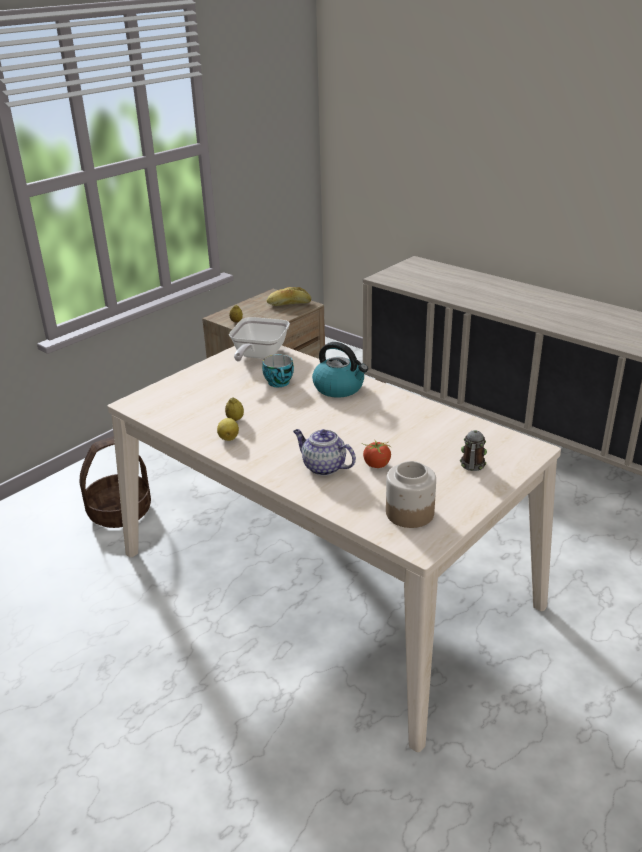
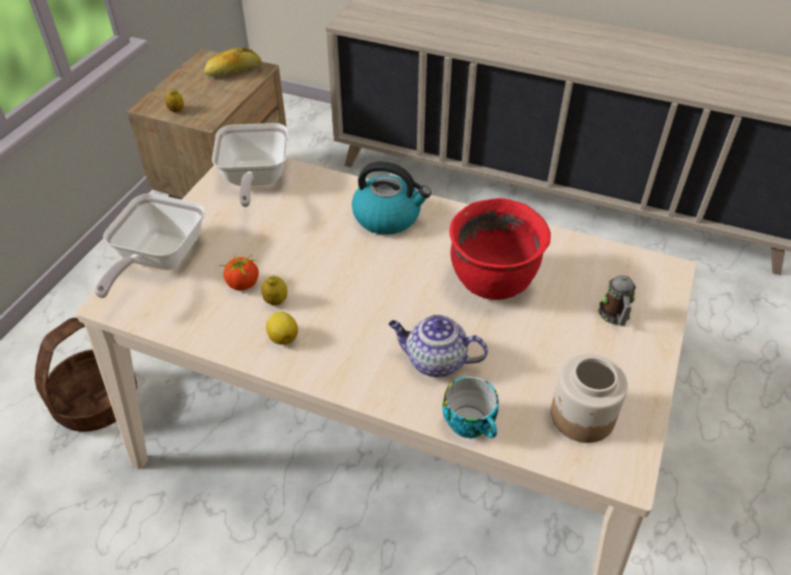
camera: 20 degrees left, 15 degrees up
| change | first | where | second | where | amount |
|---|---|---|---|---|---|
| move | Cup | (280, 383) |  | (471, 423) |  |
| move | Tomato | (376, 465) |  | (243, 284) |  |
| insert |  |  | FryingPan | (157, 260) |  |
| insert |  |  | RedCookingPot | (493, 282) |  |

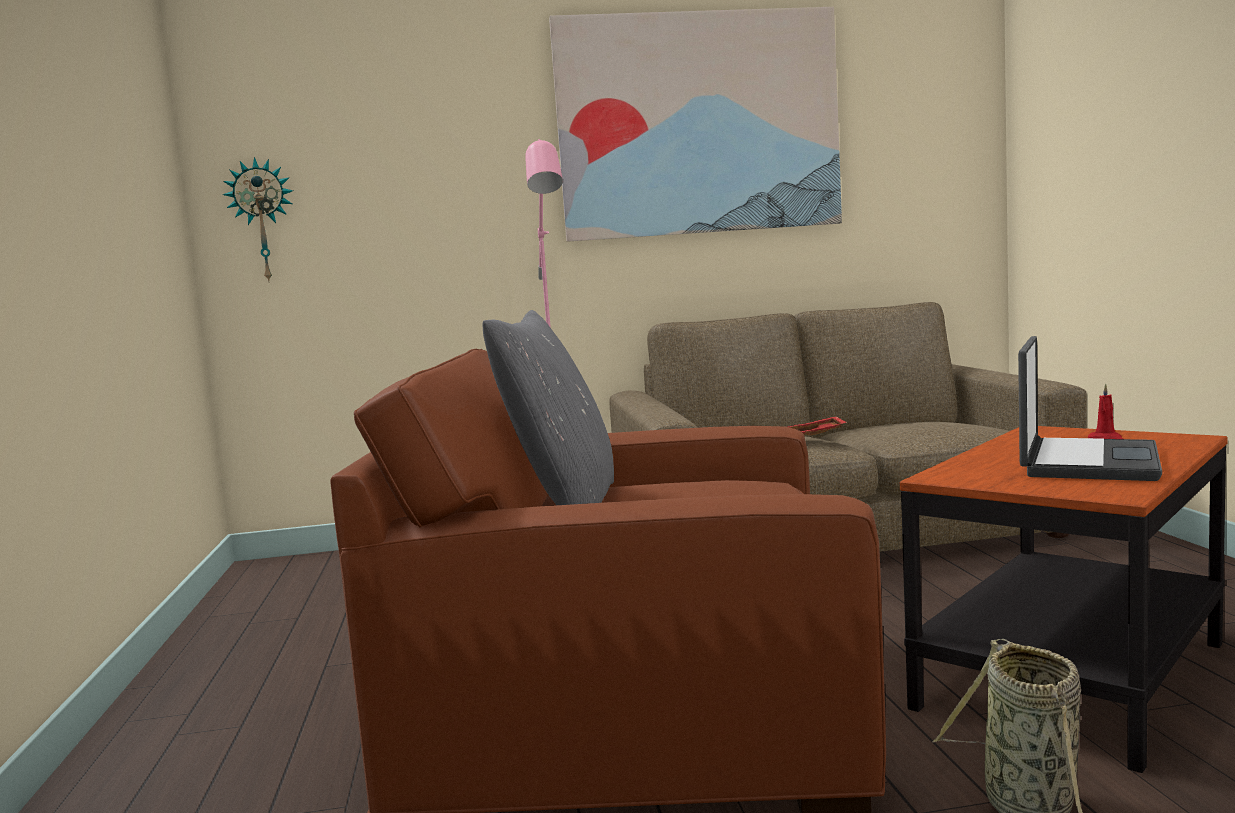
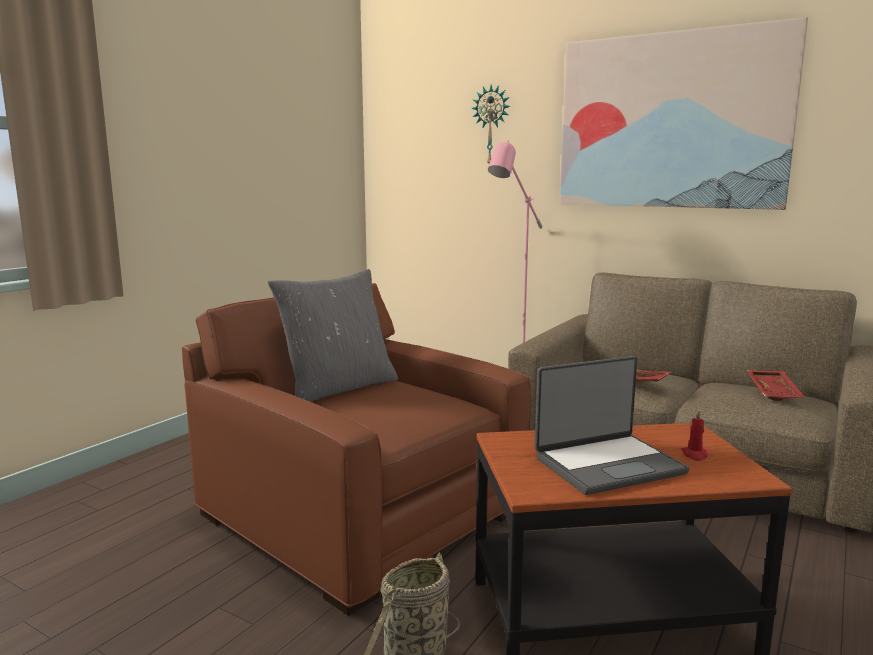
camera: 40 degrees right, 5 degrees up
| change | first | where | second | where | amount |
|---|---|---|---|---|---|
| move | WallClock | (262, 220) |  | (491, 126) |  |
| insert |  |  | RedTray | (774, 392) |  |

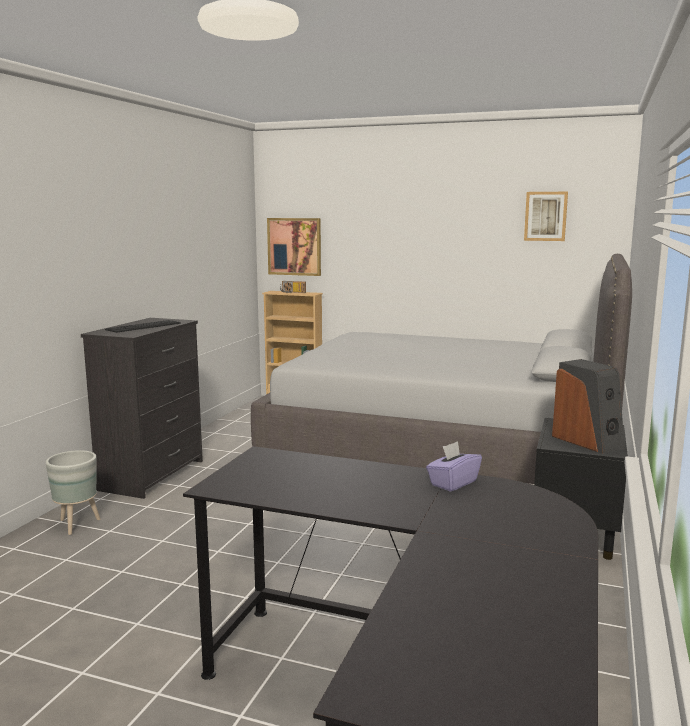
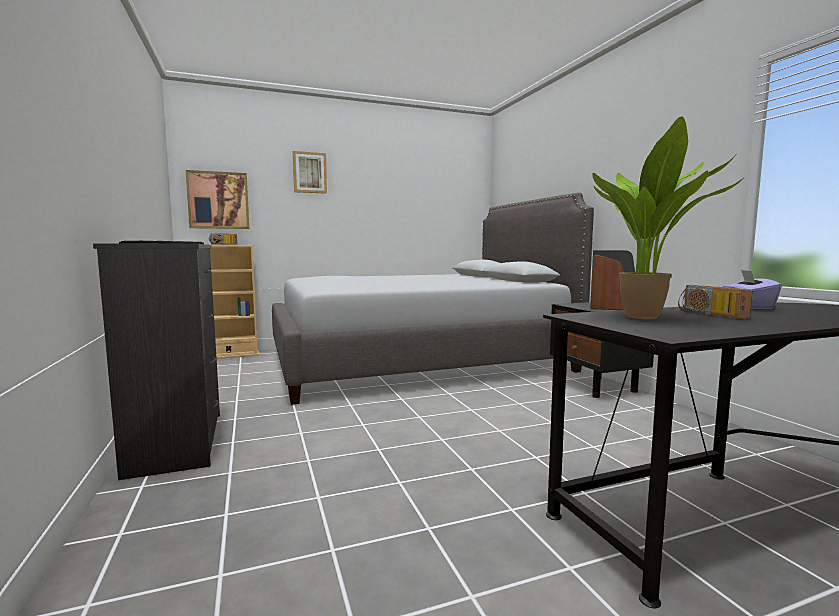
camera: 40 degrees left, 5 degrees down
| change | first | where | second | where | amount |
|---|---|---|---|---|---|
| move | Picture | (545, 216) |  | (309, 172) |  |
| delete | GreyPlanter | (77, 524) |  |  |  |
| insert |  |  | PottedPlant | (648, 318) |  |
| insert |  |  | Radio | (708, 314) |  |

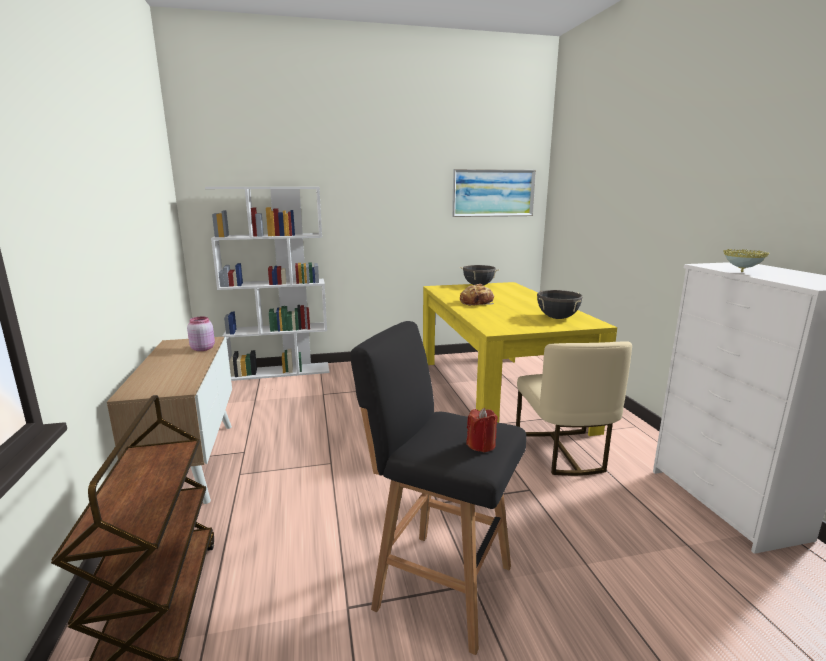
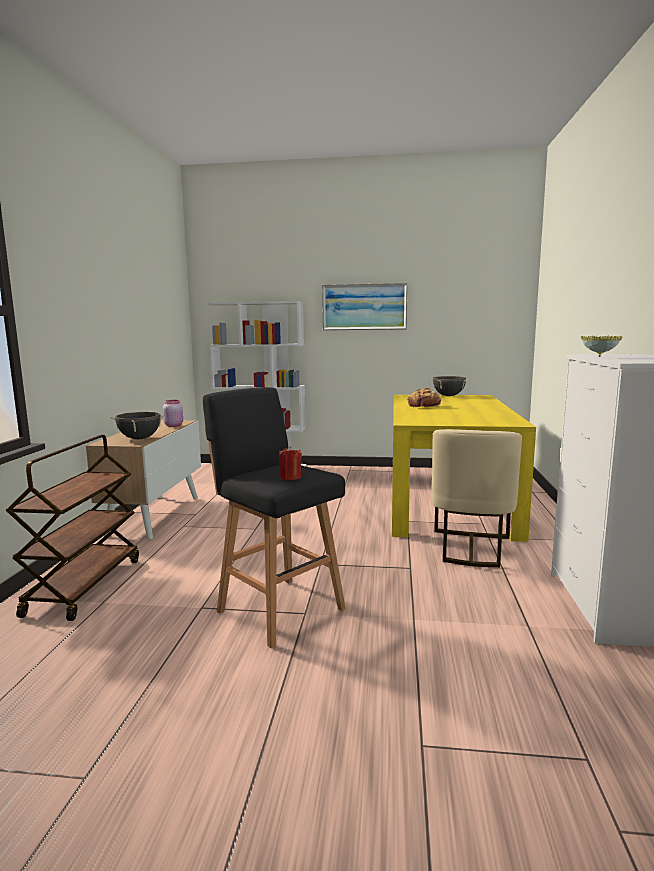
camera: 20 degrees right, 5 degrees down
| change | first | where | second | where | amount |
|---|---|---|---|---|---|
| move | Picture | (493, 193) |  | (364, 307) |  |
| move | BlackCookingPot | (557, 318) |  | (139, 439) |  |

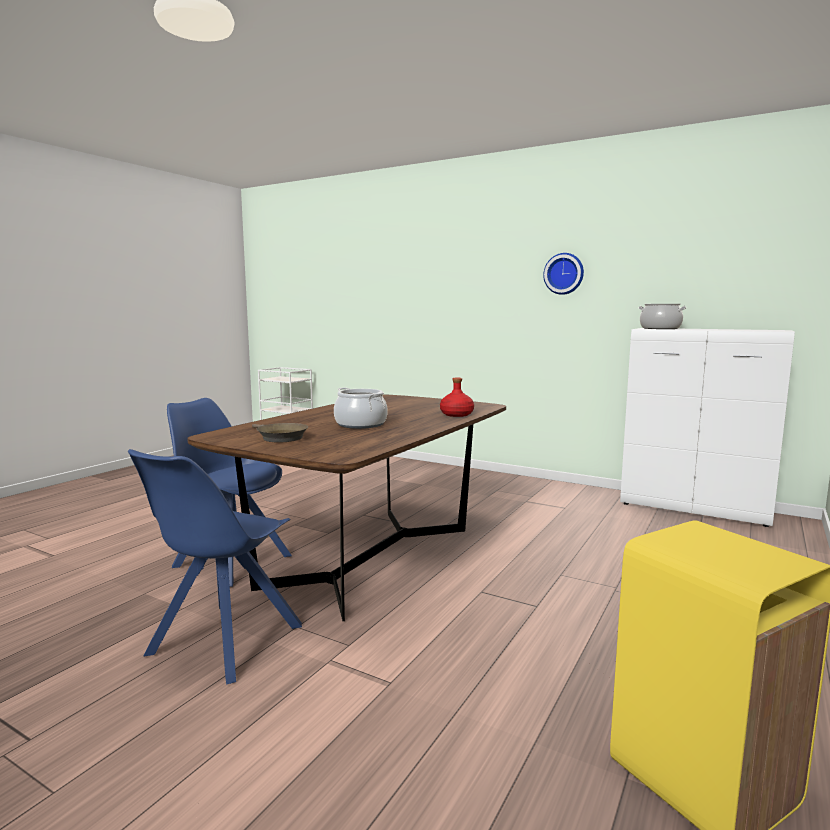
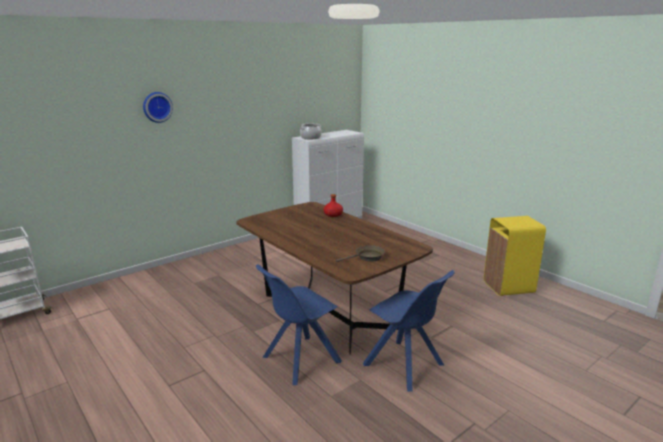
camera: 70 degrees left, 10 degrees up
| change | first | where | second | where | amount |
|---|---|---|---|---|---|
| move | WallClock | (564, 274) |  | (157, 107) |  |
| delete | CookingPot | (360, 424) |  |  |  |

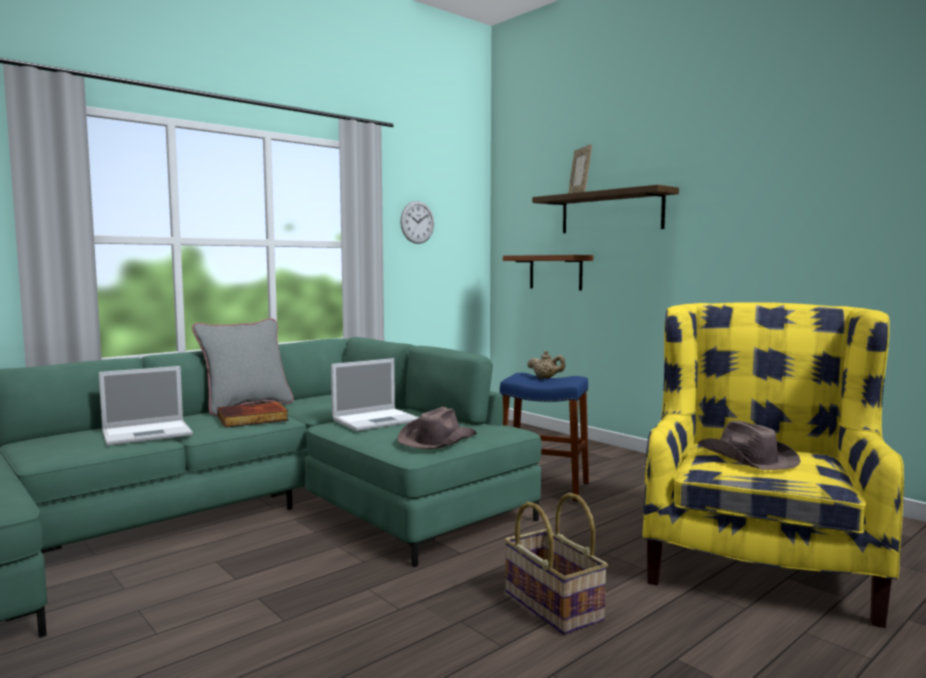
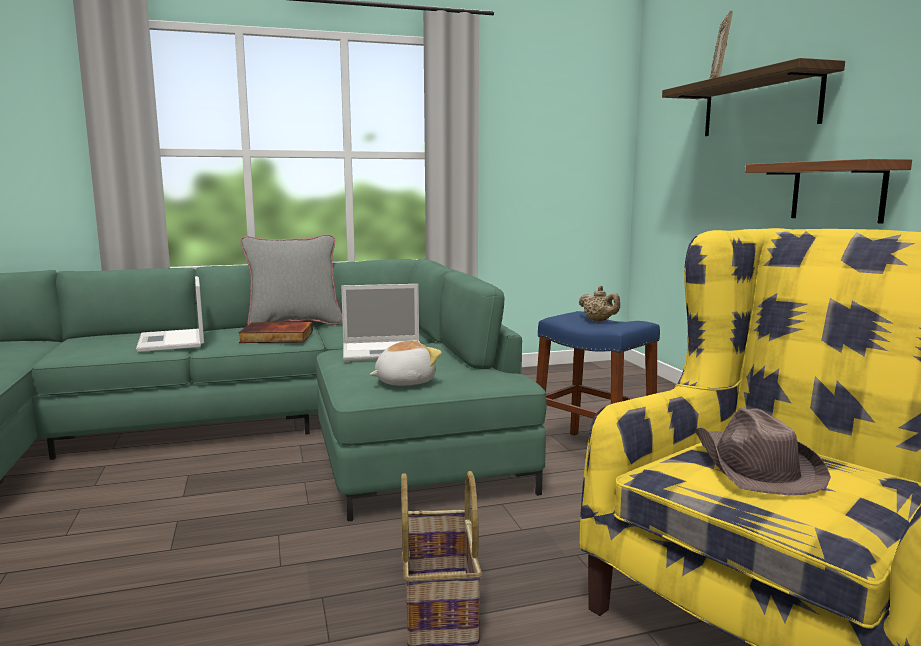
camera: 25 degrees right, 5 degrees up
| change | first | where | second | where | amount |
|---|---|---|---|---|---|
| delete | WallClock | (417, 222) |  |  |  |
| move | Shelf | (555, 272) |  | (837, 191) |  |
| rotate | Laptop | (149, 433) |  | (172, 341) | 75 degrees clockwise |
| replace | BrownHat | (437, 440) | PlushToy | (404, 381) |  |

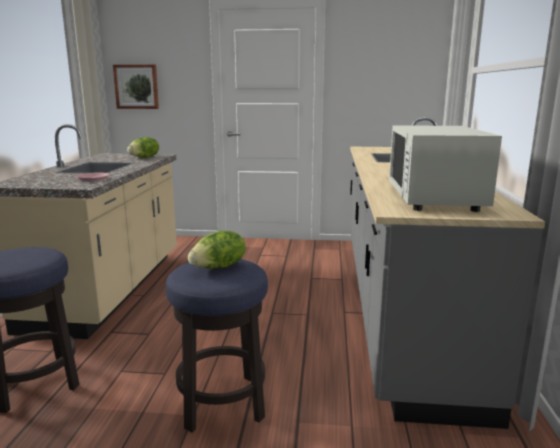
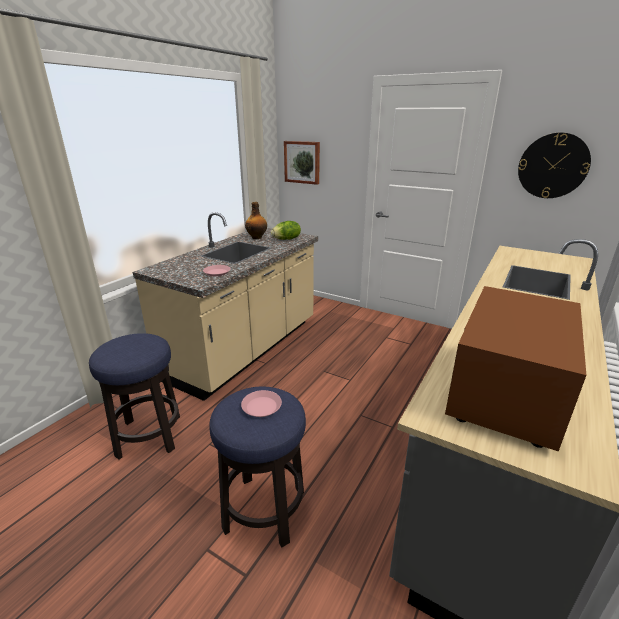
camera: 25 degrees right, 10 degrees up
| change | first | where | second | where | amount |
|---|---|---|---|---|---|
| recolor | WhiteMicrowave | (435, 198) | BrownMicrowave | (506, 395) |  |
| replace | Lettuce | (219, 267) | PinkPlate | (262, 407) |  |
| insert |  |  | WallClock | (553, 166) |  |
| insert |  |  | Bottle | (257, 237) |  |

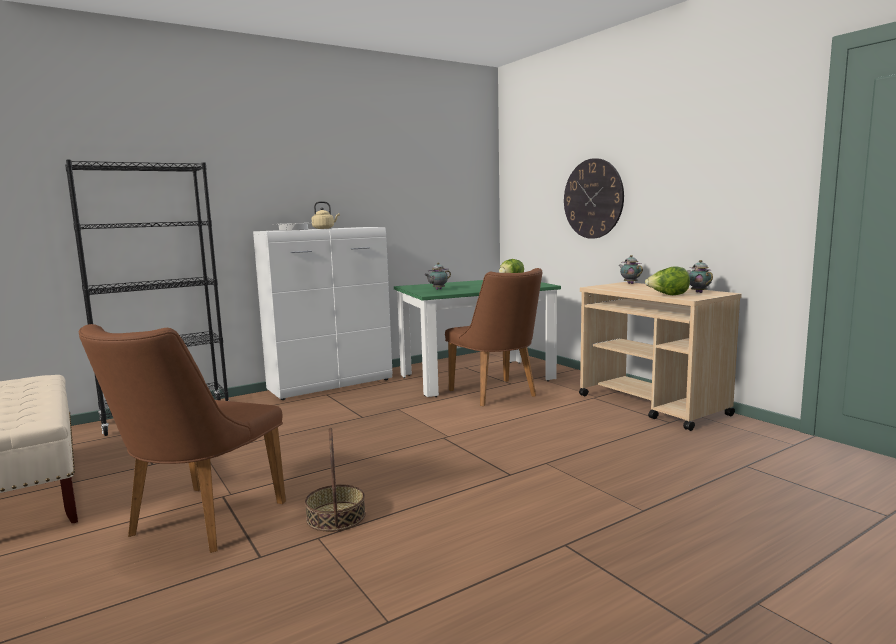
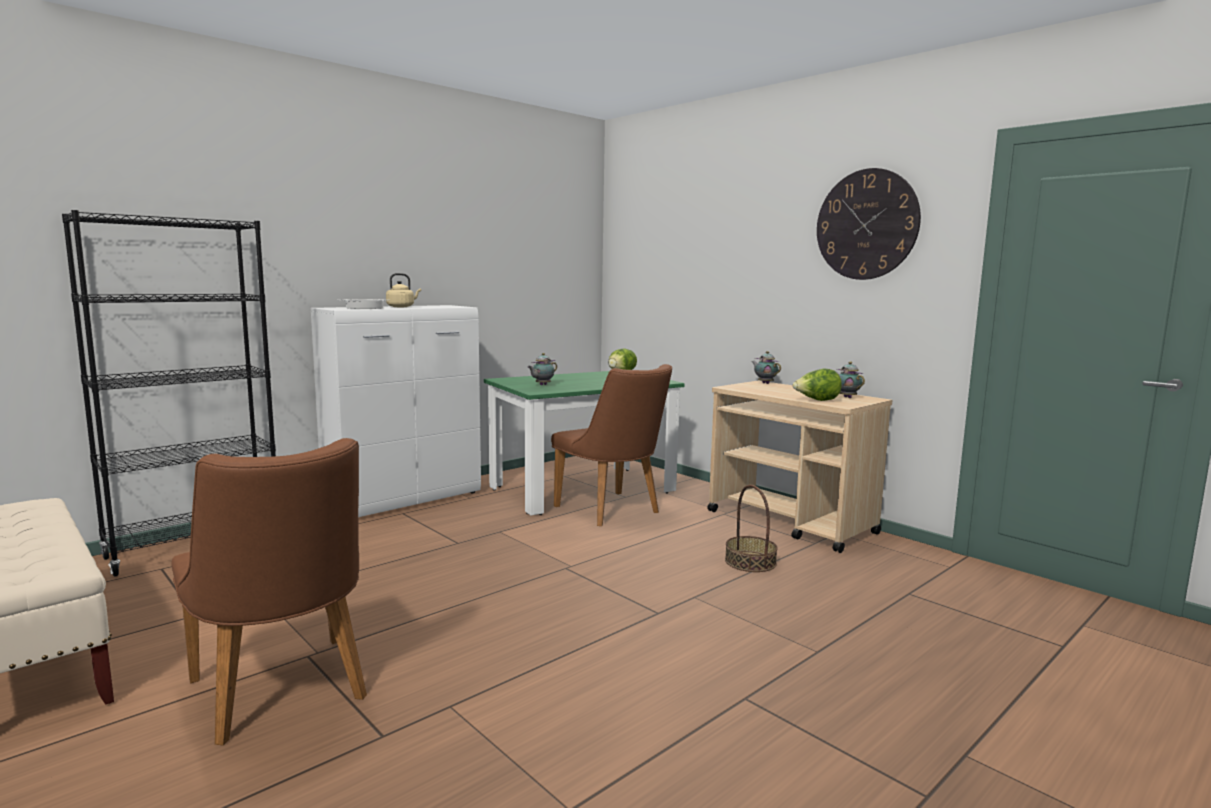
camera: 10 degrees left, 0 degrees up
| change | first | where | second | where | amount |
|---|---|---|---|---|---|
| move | WallClock | (593, 199) |  | (866, 224) |  |
| rotate | BrownChair | (197, 524) |  | (284, 696) | 45 degrees counterclockwise |
| move | Basket | (335, 516) |  | (750, 562) |  |

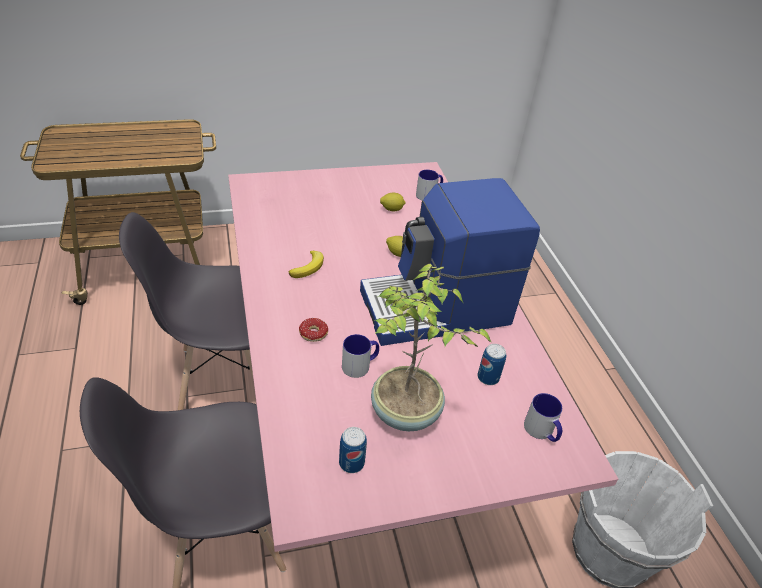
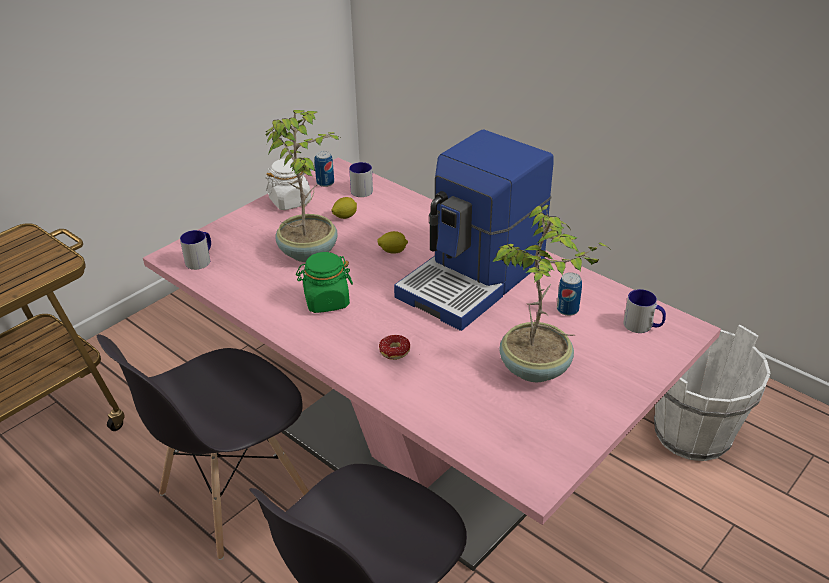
camera: 30 degrees left, 5 degrees down
| change | first | where | second | where | amount |
|---|---|---|---|---|---|
| replace | Banana | (308, 267) | GreenJar | (326, 301) |  |
| move | Mug | (360, 365) |  | (201, 259) |  |
| move | Can | (351, 463) |  | (325, 183) |  |
| insert |  |  | PottedPlant | (309, 251) |  |
| insert |  |  | WhiteJar | (290, 201) |  |

